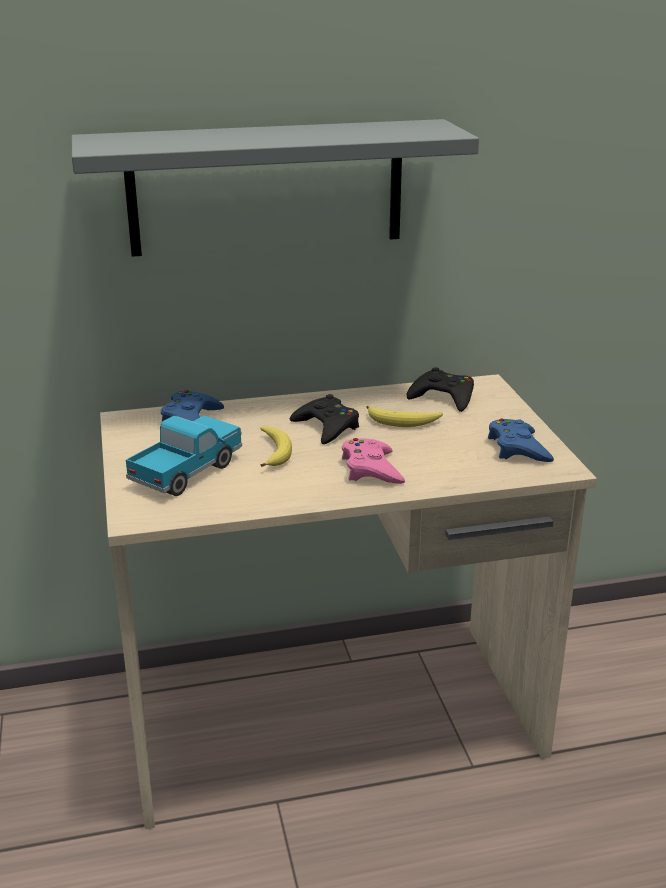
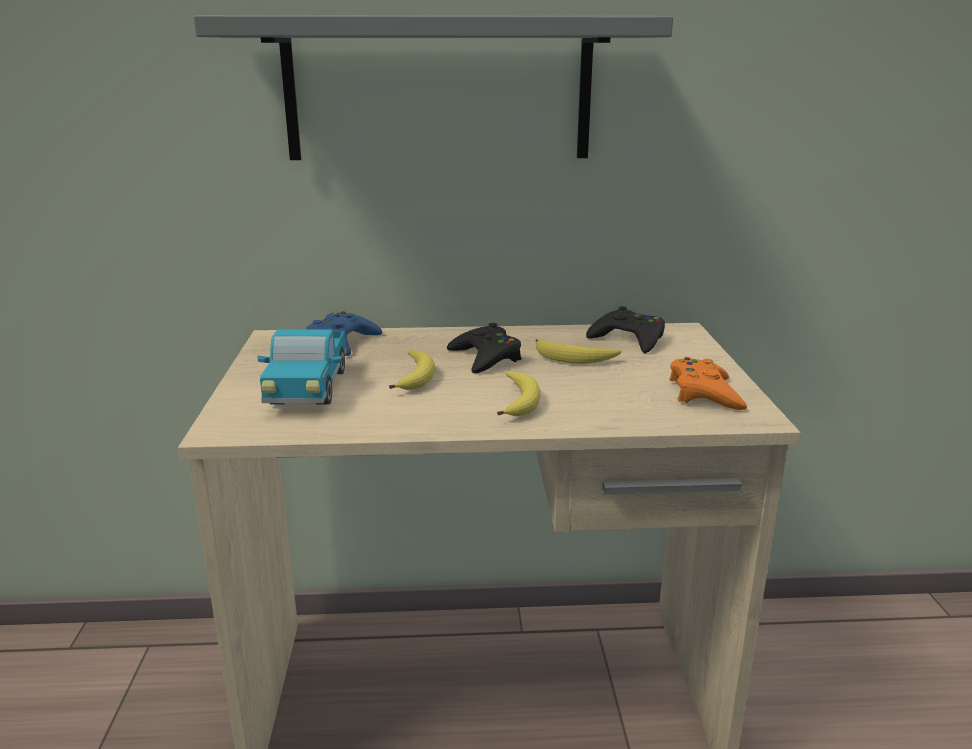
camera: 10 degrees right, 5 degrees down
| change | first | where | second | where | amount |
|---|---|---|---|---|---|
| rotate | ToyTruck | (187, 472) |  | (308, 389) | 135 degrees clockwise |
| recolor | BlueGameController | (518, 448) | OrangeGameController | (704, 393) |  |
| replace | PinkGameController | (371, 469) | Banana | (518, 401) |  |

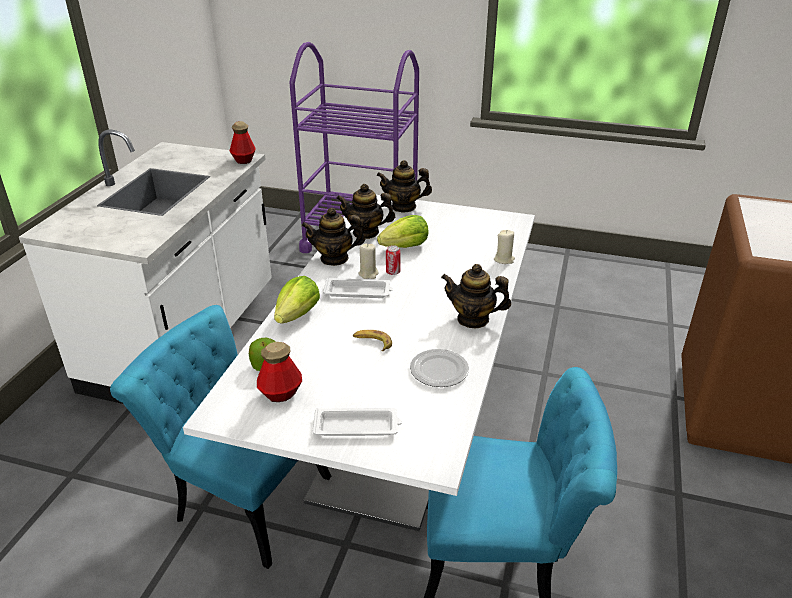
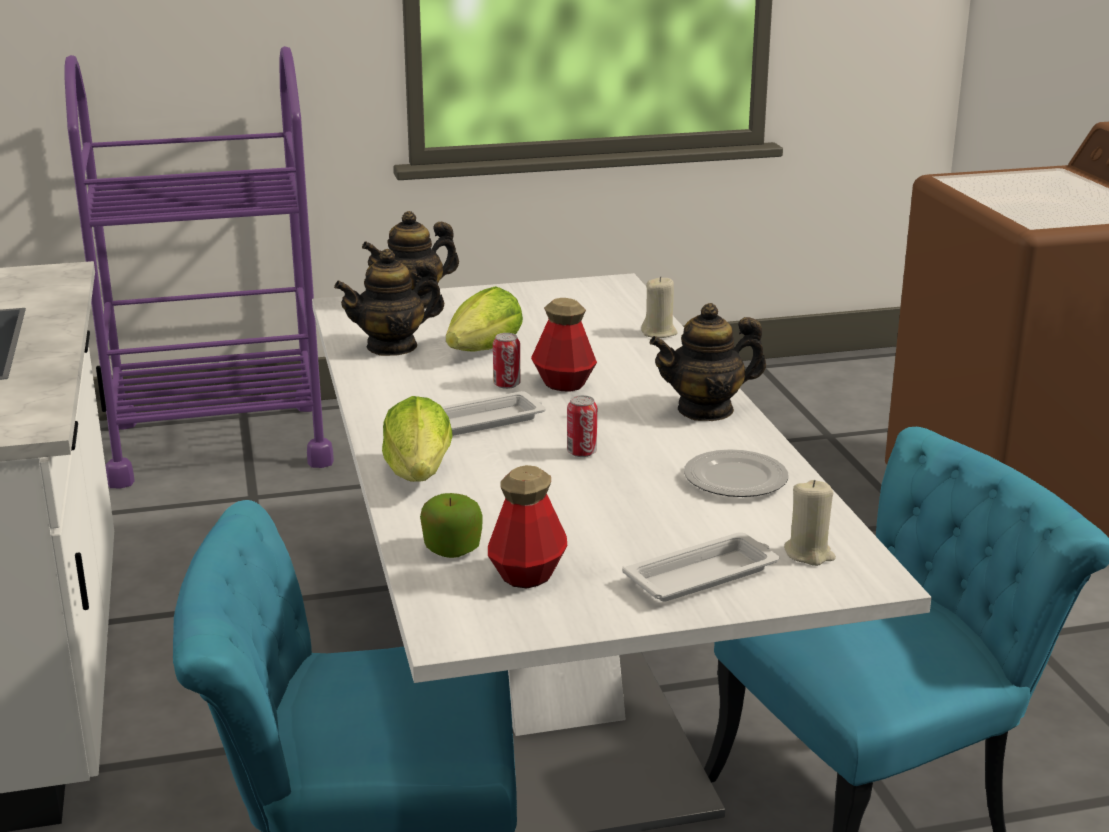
camera: 30 degrees left, 10 degrees down
| change | first | where | second | where | amount |
|---|---|---|---|---|---|
| move | Bottle | (243, 160) |  | (563, 384) |  |
| delete | Teapot | (334, 258) |  |  |  |
| move | BeigeCandle | (368, 274) |  | (809, 554) |  |
| delete | Banana | (372, 343) |  |  |  |
| insert |  |  | Can | (581, 452) |  |

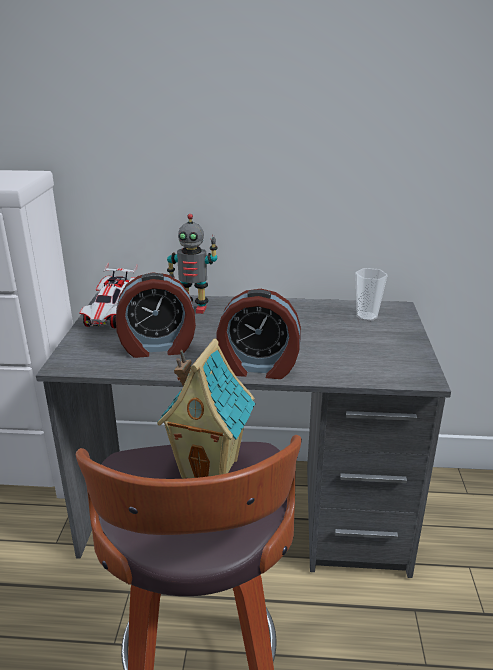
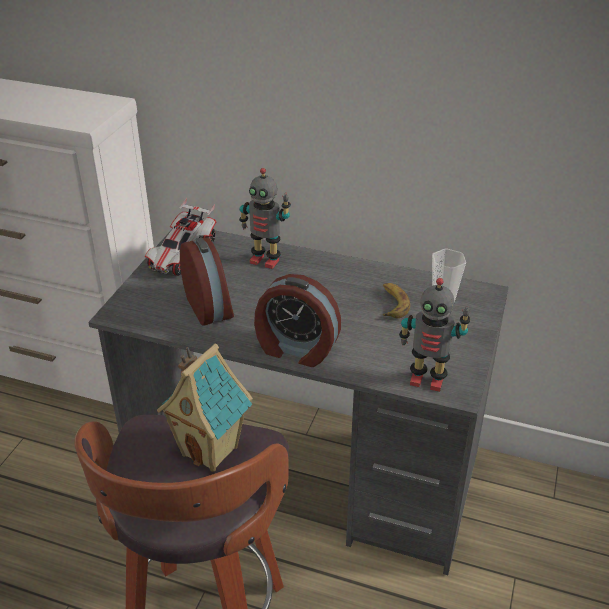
camera: 15 degrees right, 10 degrees up
| change | first | where | second | where | amount |
|---|---|---|---|---|---|
| rotate | AlarmClock | (158, 347) |  | (210, 307) | 120 degrees counterclockwise |
| insert |  |  | ToyRobot | (427, 379) |  |
| insert |  |  | Banana | (392, 304) |  |

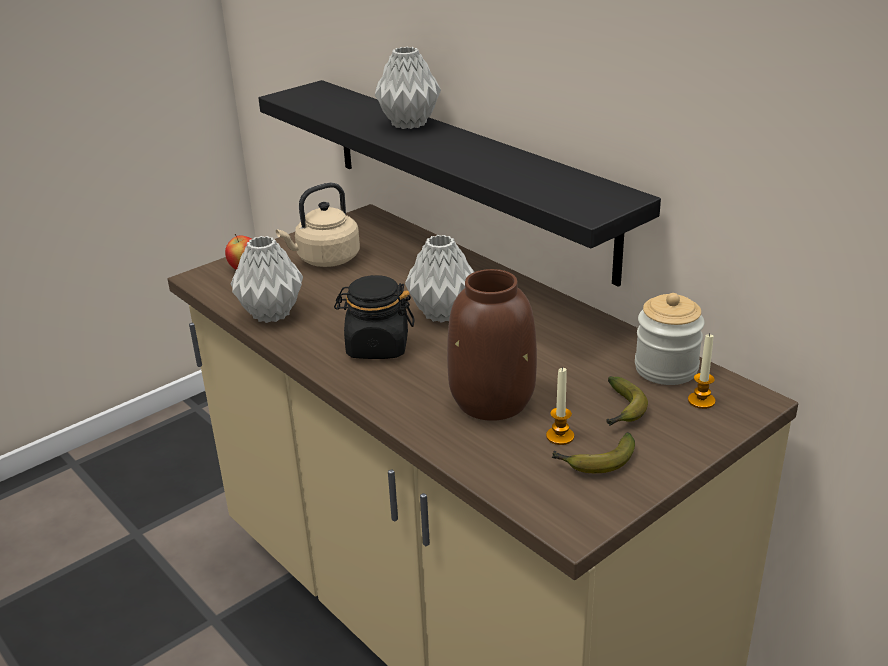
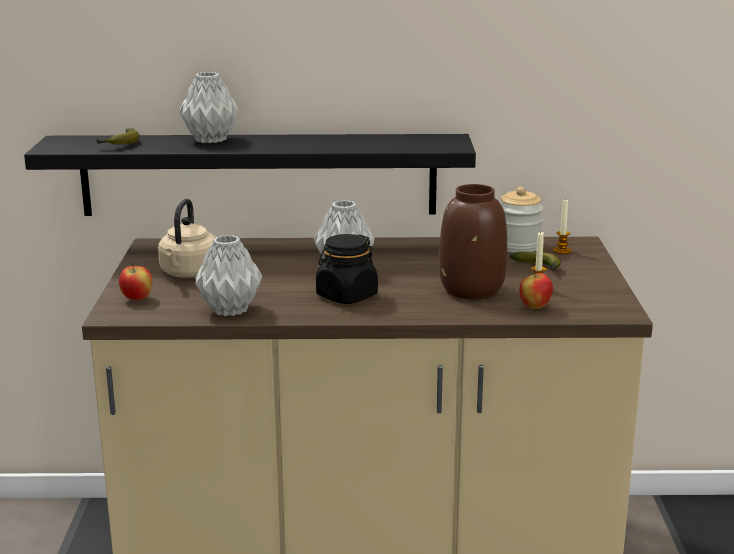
camera: 50 degrees left, 10 degrees down
| change | first | where | second | where | amount |
|---|---|---|---|---|---|
| move | Banana | (595, 462) |  | (120, 144) |  |
| insert |  |  | Apple | (535, 307) |  |

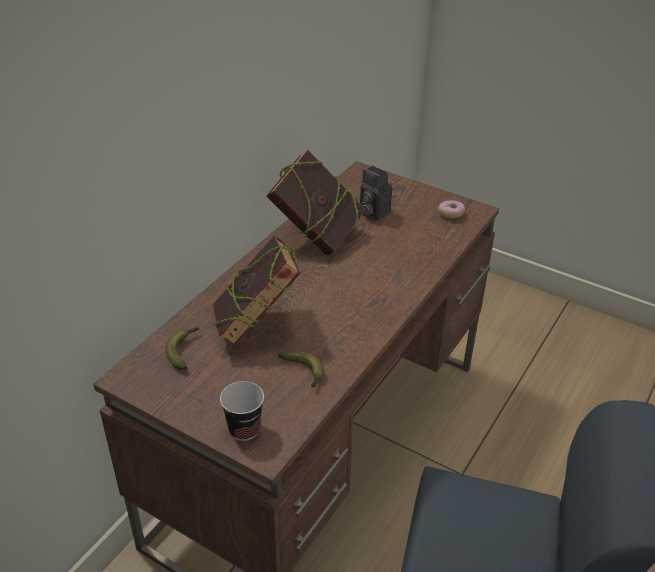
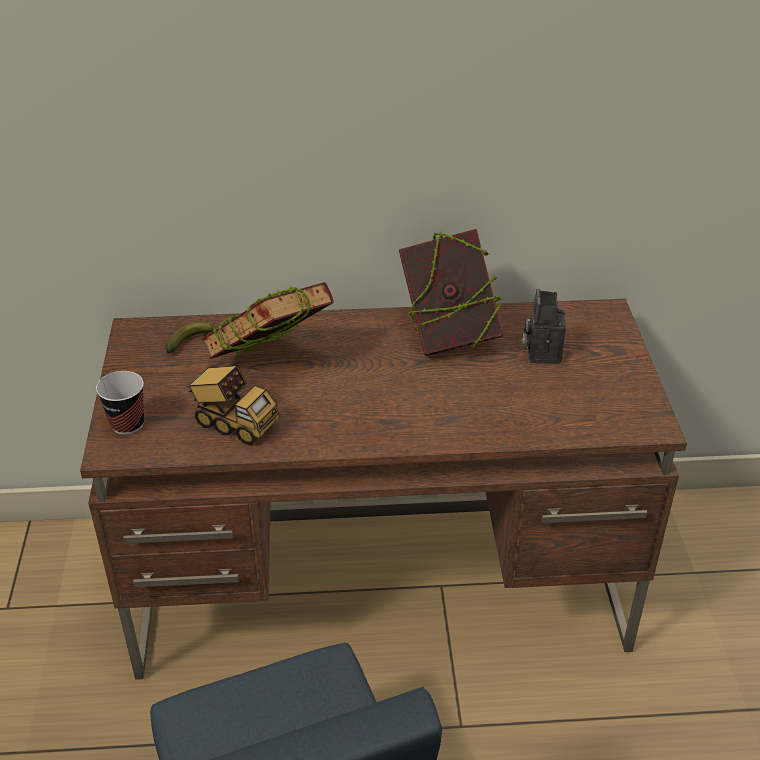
camera: 55 degrees right, 0 degrees up
| change | first | where | second | where | amount |
|---|---|---|---|---|---|
| delete | Donut | (450, 214) |  |  |  |
| replace | Banana | (304, 372) | ToyTruck | (234, 424) |  |

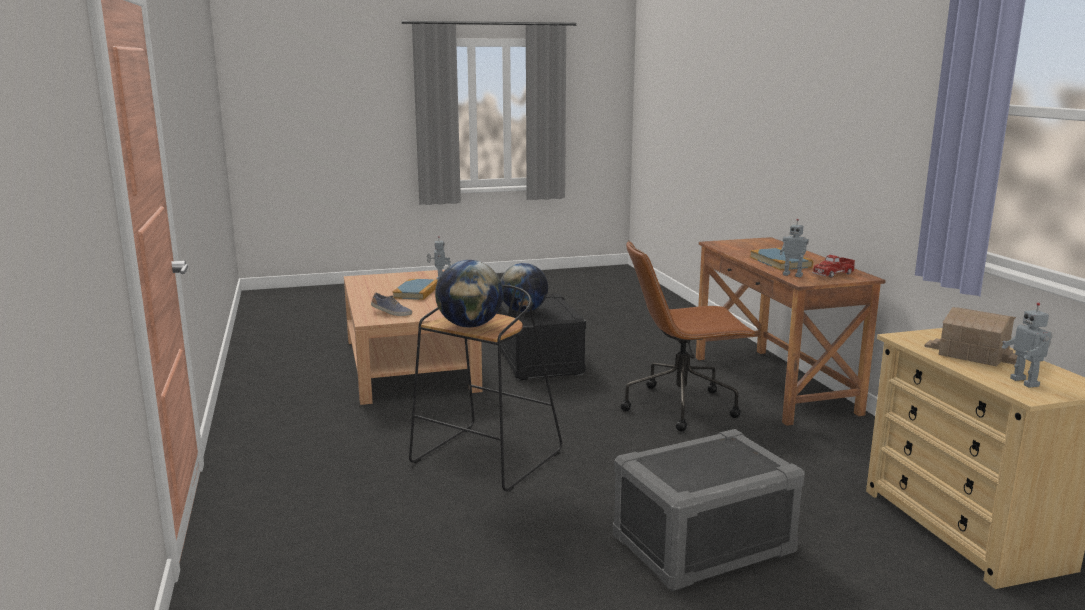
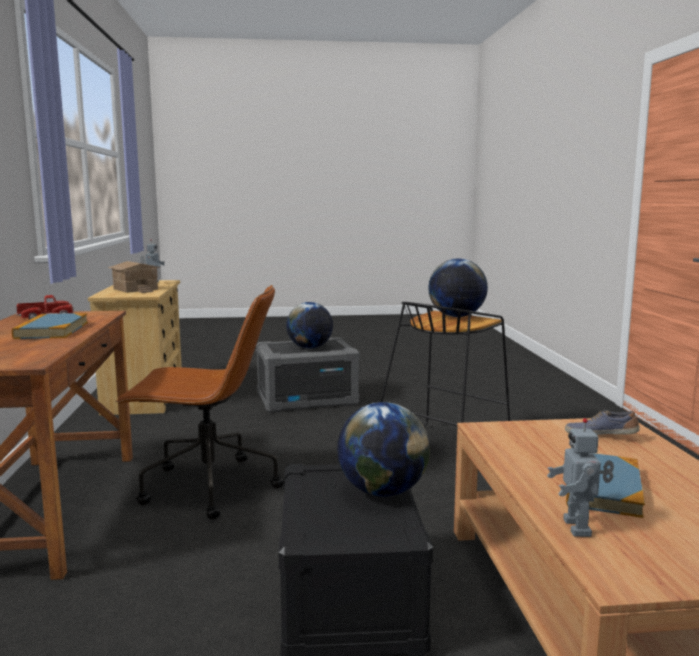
camera: 170 degrees left, 5 degrees down
| change | first | where | second | where | amount |
|---|---|---|---|---|---|
| delete | ToyRobot | (793, 275) |  |  |  |
| insert |  |  | Globe | (310, 348) |  |

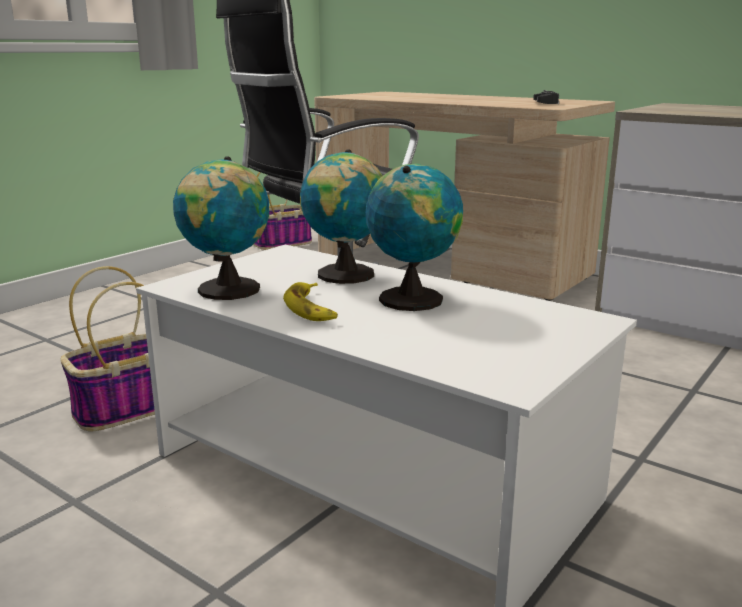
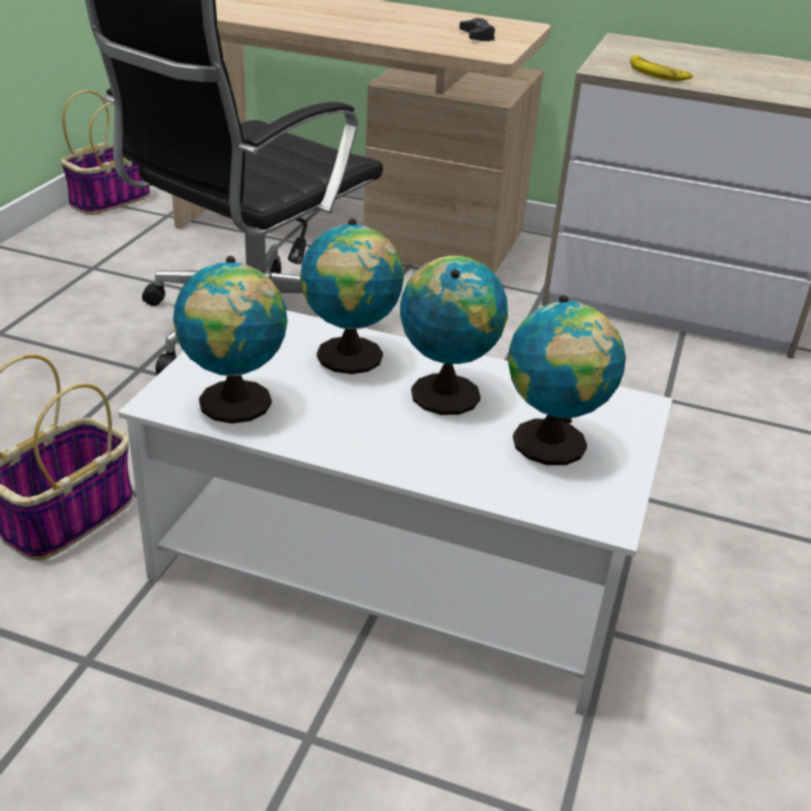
camera: 20 degrees left, 15 degrees up
| change | first | where | second | where | amount |
|---|---|---|---|---|---|
| move | Banana | (311, 308) |  | (657, 74) |  |
| insert |  |  | Globe | (552, 446) |  |

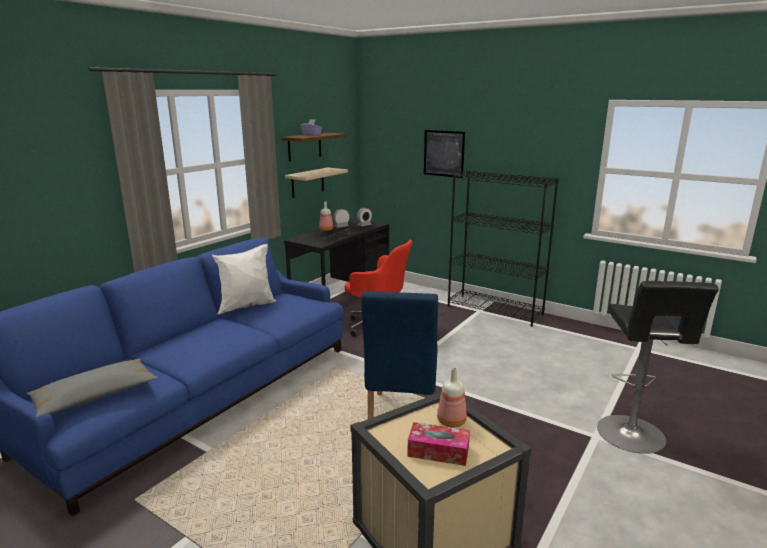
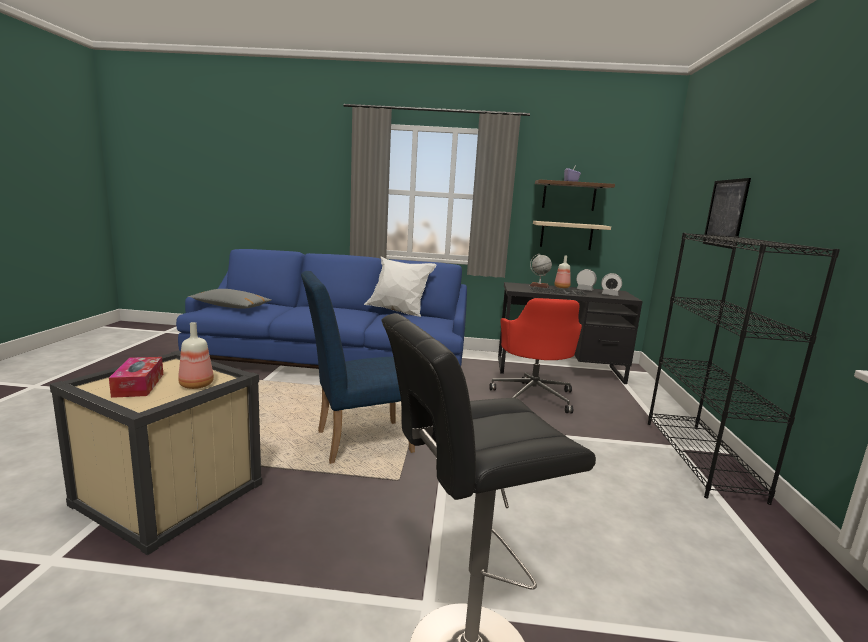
camera: 60 degrees right, 5 degrees down
| change | first | where | second | where | amount |
|---|---|---|---|---|---|
| insert |  |  | Globe | (539, 286) |  |

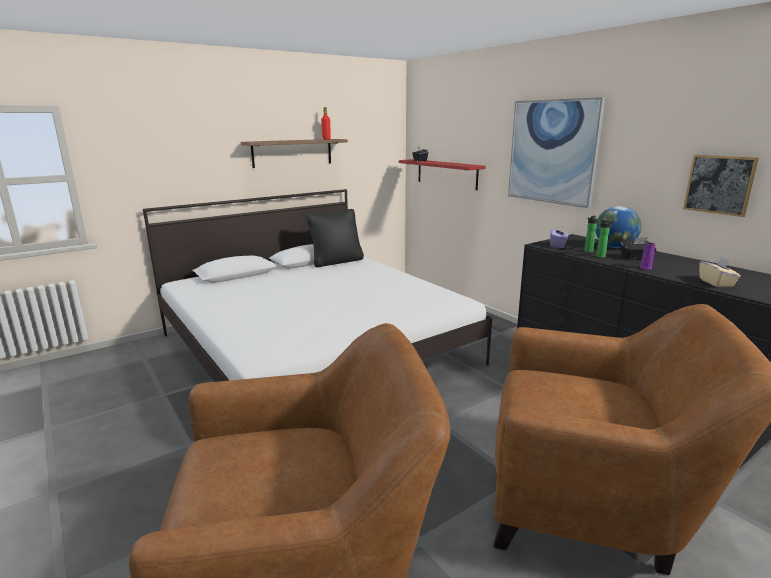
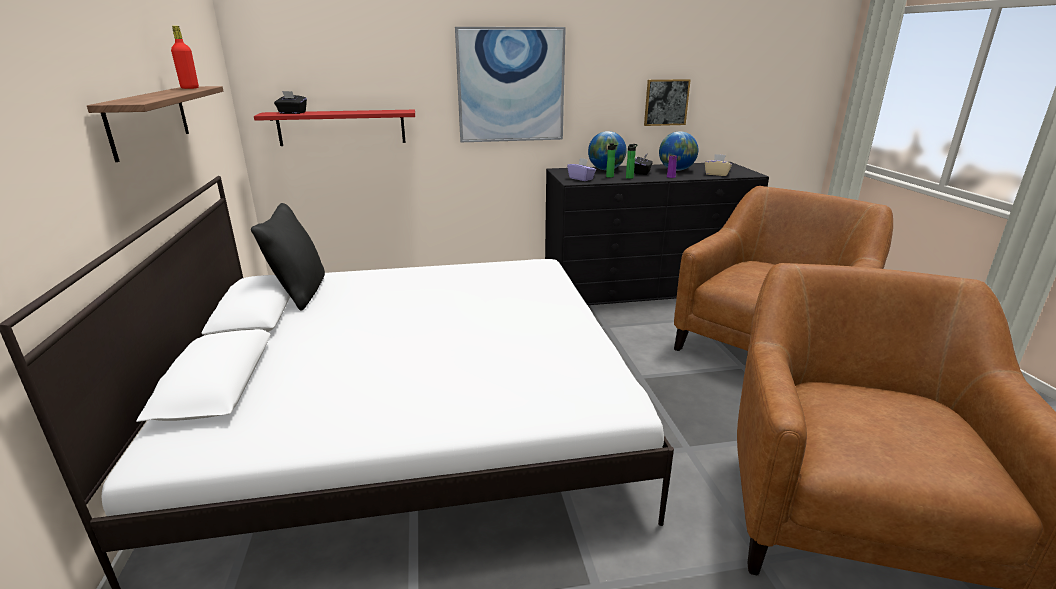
camera: 65 degrees left, 5 degrees up
| change | first | where | second | where | amount |
|---|---|---|---|---|---|
| insert |  |  | Globe | (676, 170) |  |

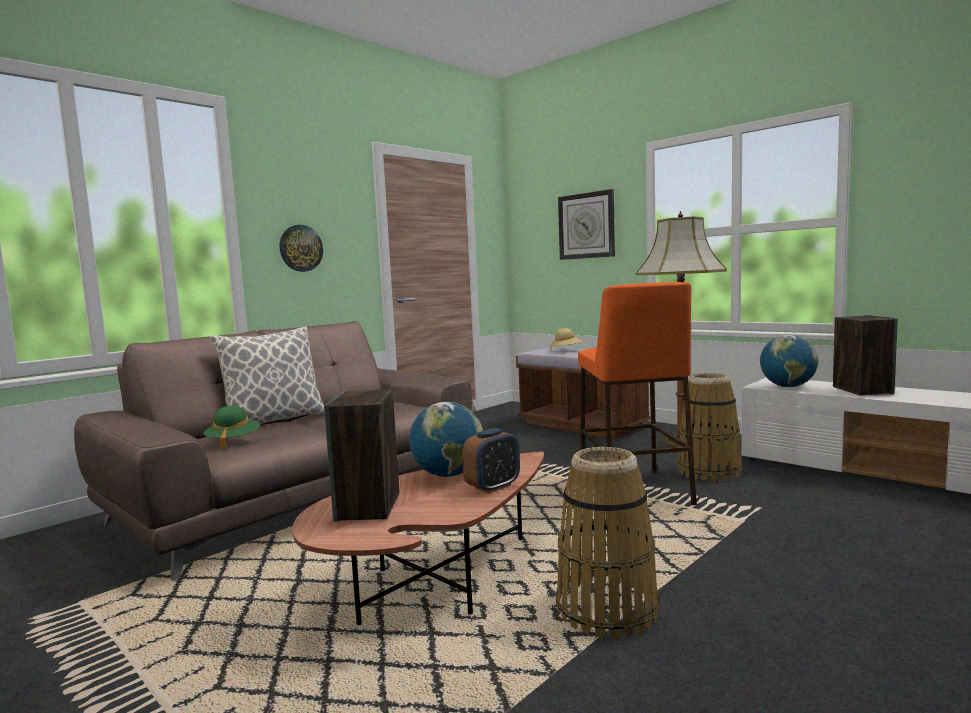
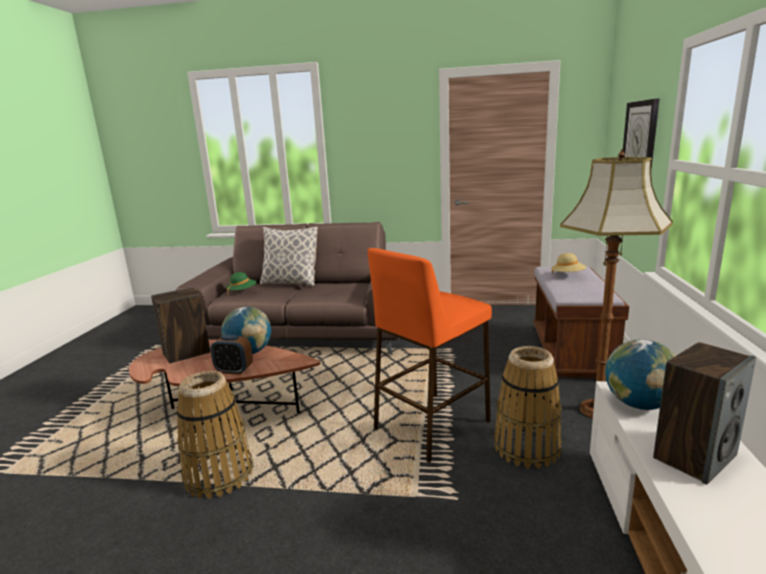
camera: 55 degrees right, 10 degrees up
| change | first | where | second | where | amount |
|---|---|---|---|---|---|
| delete | WallClock | (301, 248) |  |  |  |

